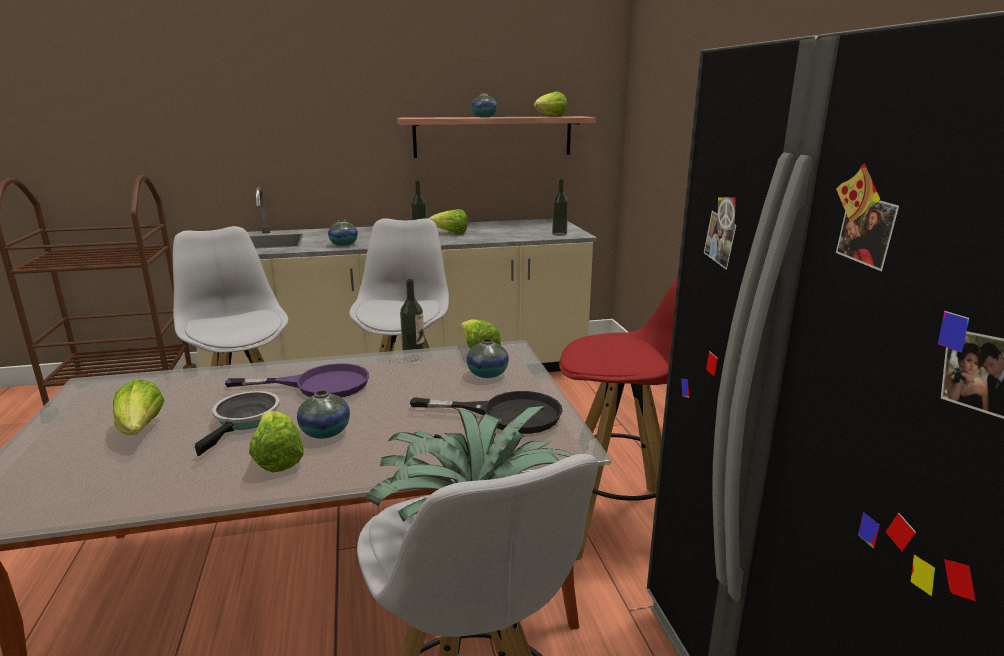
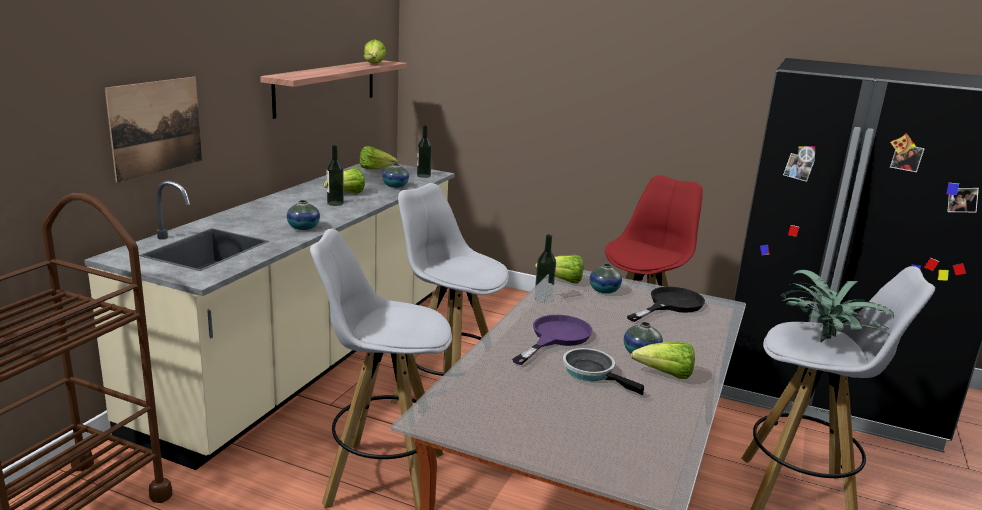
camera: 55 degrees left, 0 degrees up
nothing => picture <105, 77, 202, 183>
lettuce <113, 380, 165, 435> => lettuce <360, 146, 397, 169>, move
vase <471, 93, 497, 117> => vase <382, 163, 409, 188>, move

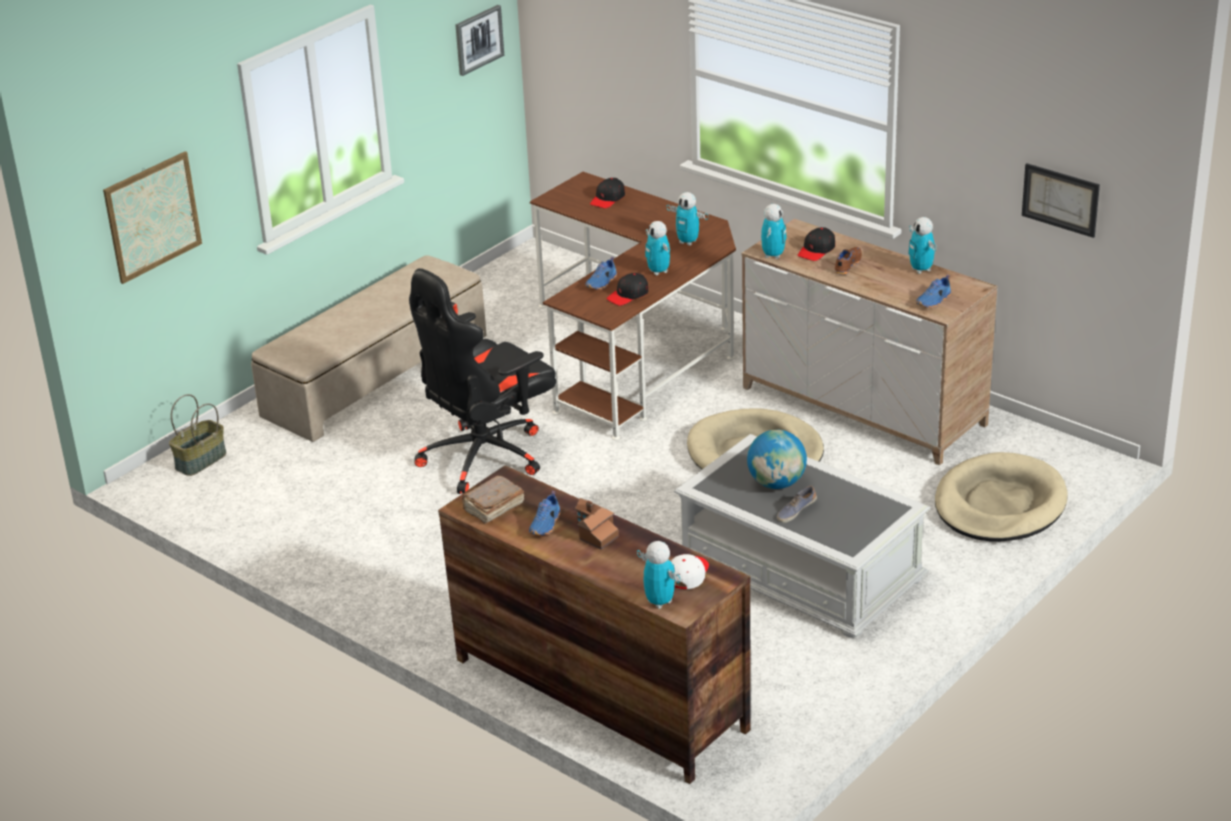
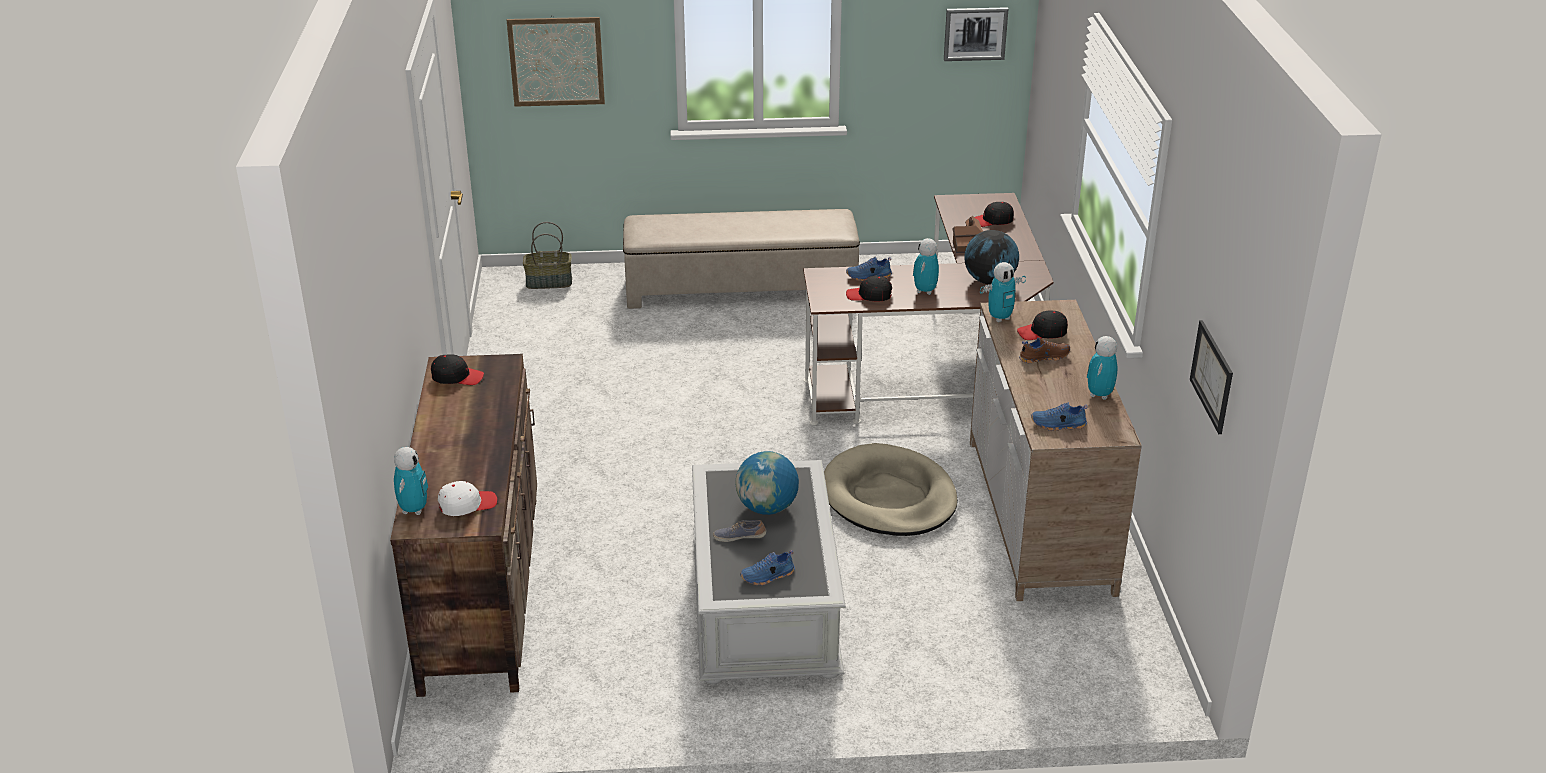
camera: 45 degrees right, 0 degrees up
book in brown <462, 475, 524, 524> => cap in black <431, 354, 484, 385>
shoe in blue <529, 491, 561, 536> => shoe in blue <740, 550, 795, 585>, move
toy house <575, 498, 619, 550> => toy house <952, 216, 983, 253>, move
toy robot <667, 192, 708, 246> => globe <964, 230, 1019, 284>
office chair in black <409, 268, 556, 494> => nothing
dog bed in beige <935, 452, 1067, 542> => nothing

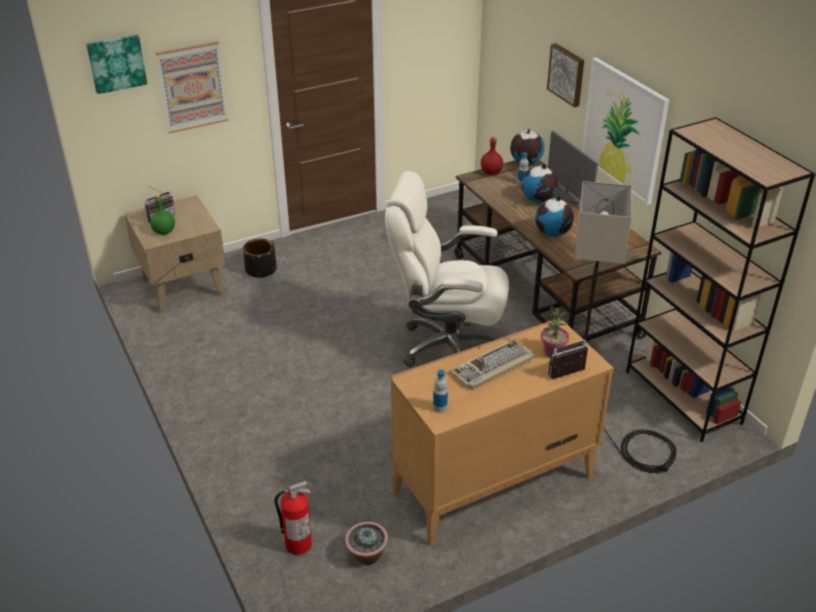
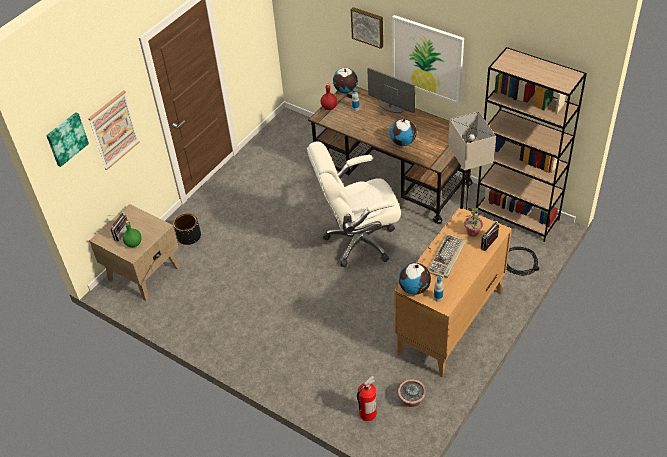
camera: 25 degrees left, 10 degrees up
globe <522, 164, 558, 202> => globe <399, 263, 431, 295>, move

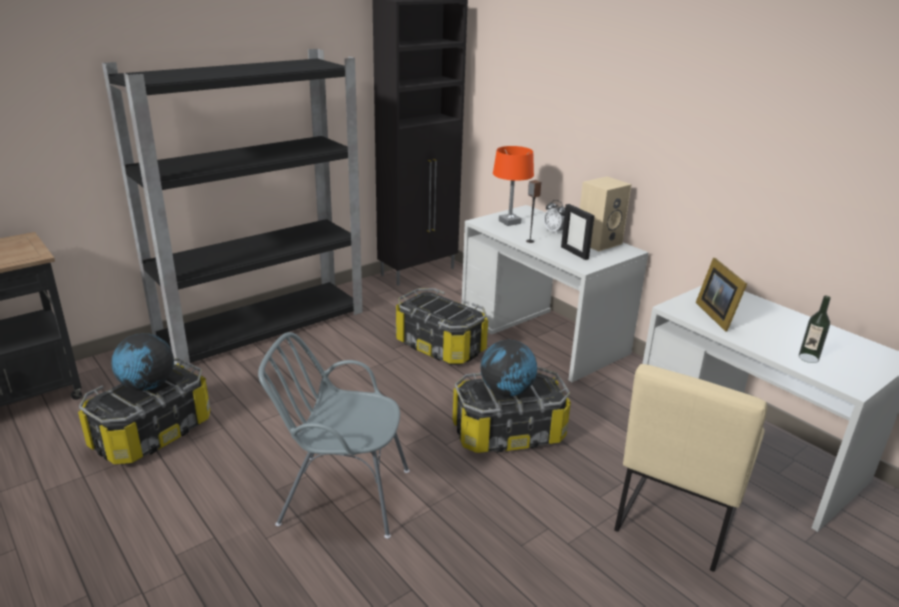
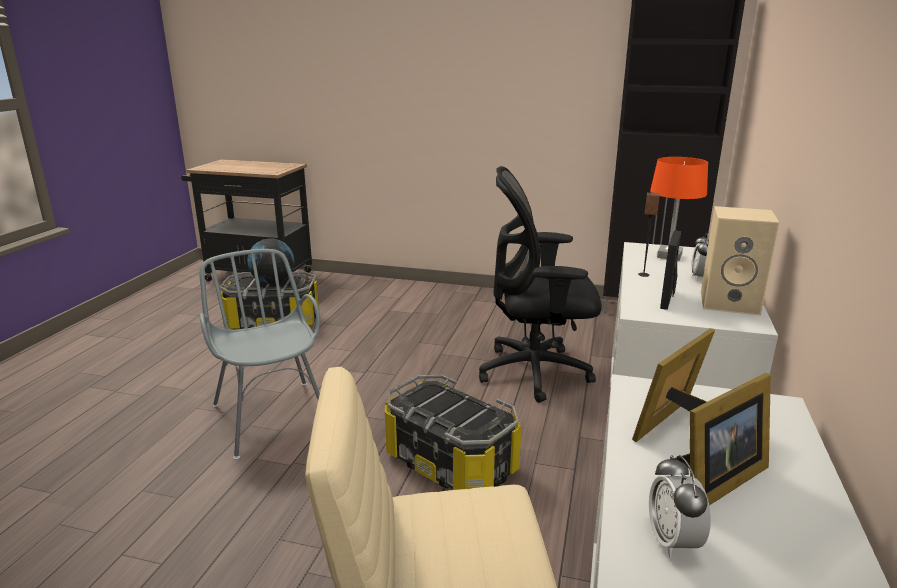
camera: 55 degrees right, 5 degrees down
storage box <396, 288, 488, 365> => office chair in black <479, 166, 602, 403>
bottle <799, 296, 831, 363> => alarm clock <649, 455, 711, 557>
nothing => picture frame <655, 373, 771, 506>
bookcase in black <102, 49, 363, 370> => nothing
globe <481, 340, 537, 396> => nothing

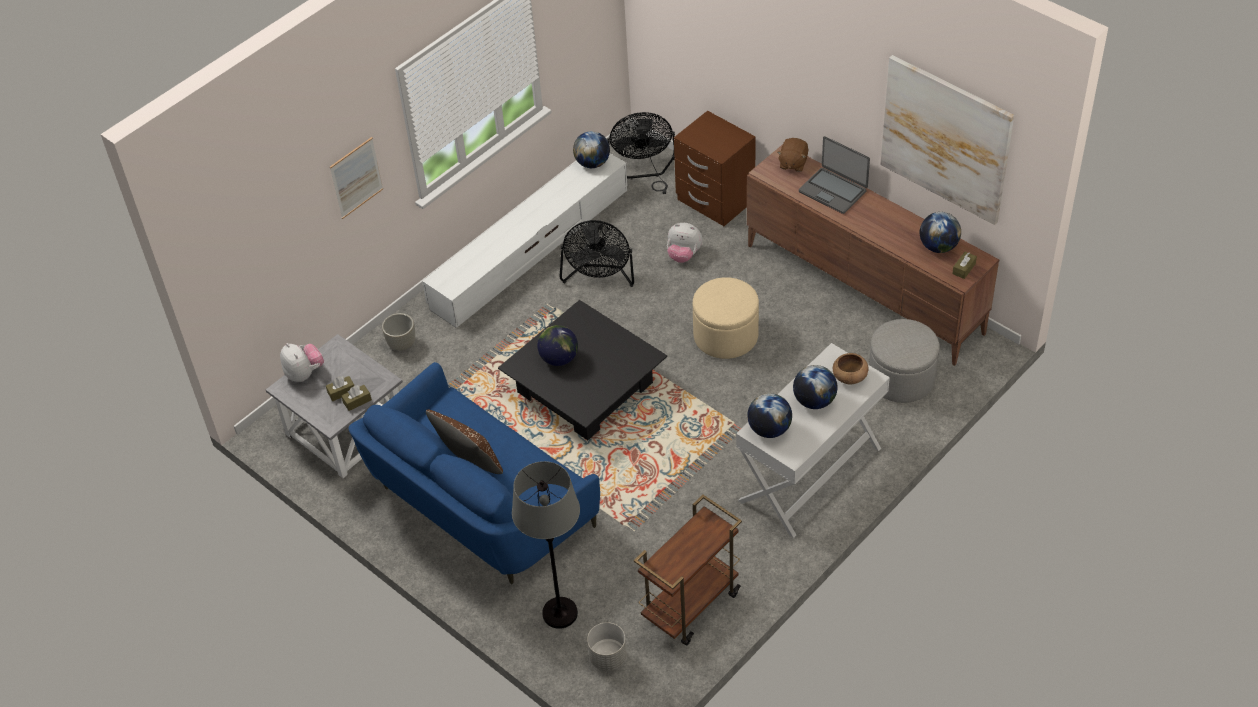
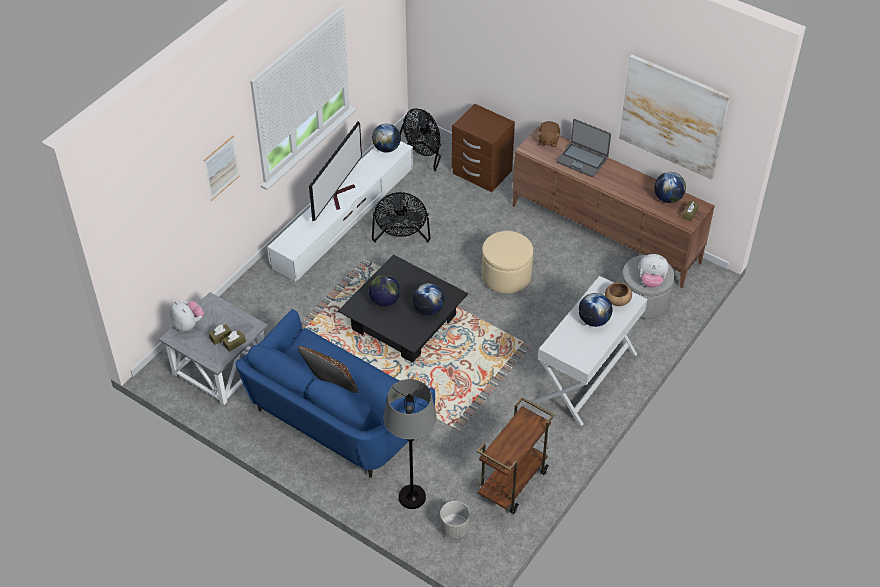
camera: 10 degrees left, 0 degrees up
nothing => television <309, 121, 362, 221>
fan in black <607, 112, 675, 194> => fan in black <400, 108, 441, 171>, 120 degrees counterclockwise
globe <747, 393, 792, 438> => globe <413, 283, 445, 315>, move
plush toy <667, 223, 703, 263> => plush toy <639, 254, 669, 288>, move
planter in grey <382, 313, 415, 351> => nothing

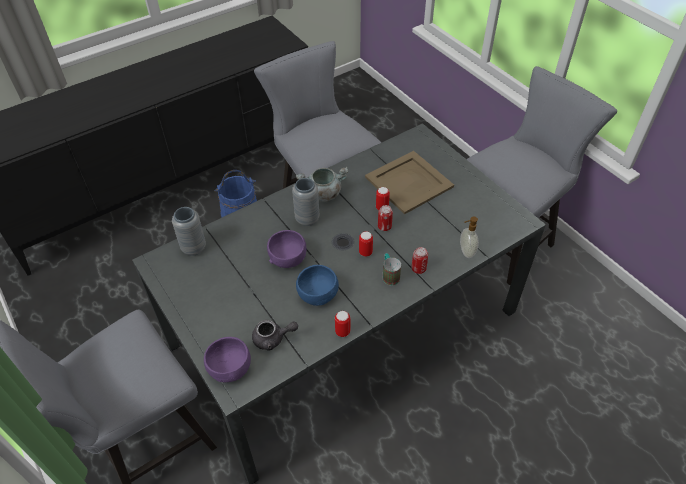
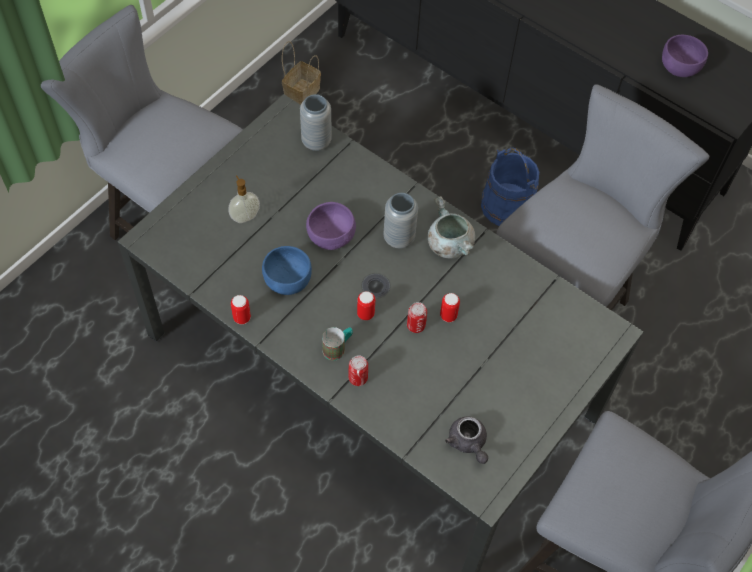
camera: 70 degrees right, 10 degrees up
soap dispenser <460, 216, 479, 258> => soap dispenser <228, 175, 260, 223>, move
nothing => basket <282, 41, 321, 105>
teapot in grey <252, 320, 298, 351> => teapot in grey <445, 417, 488, 464>, move
bowl in purple <204, 337, 251, 382> => bowl in purple <662, 35, 708, 77>, move
tray in beige <365, 151, 454, 214> => nothing

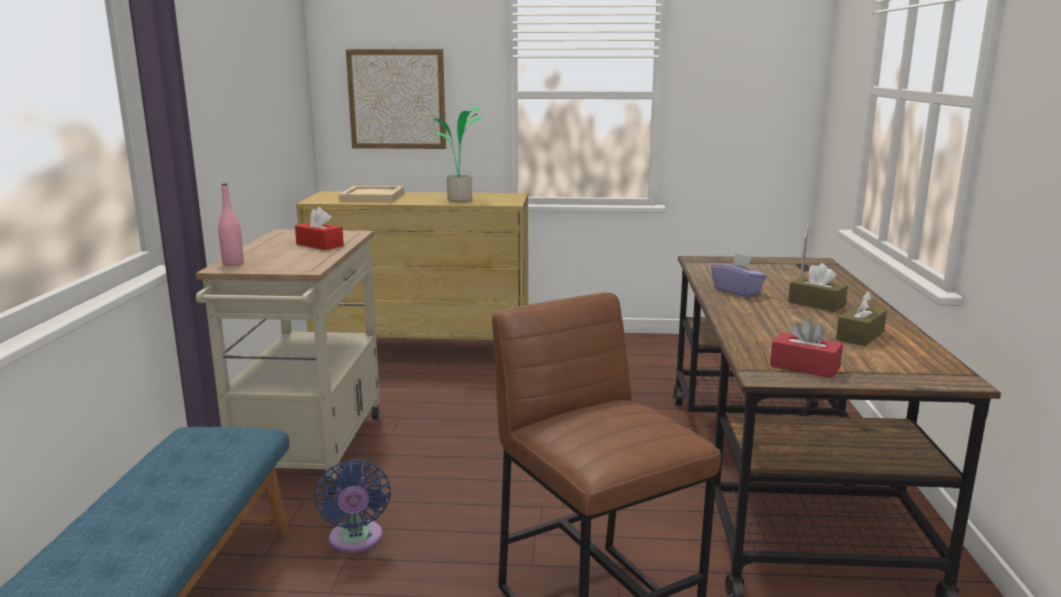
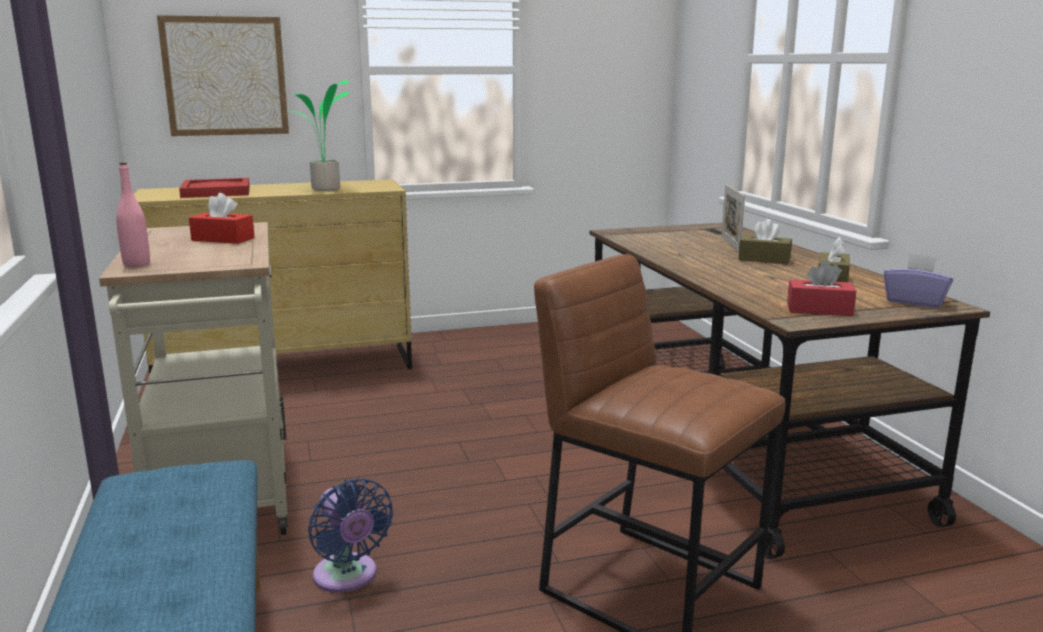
camera: 20 degrees left, 0 degrees up
tray in beige <339, 186, 404, 203> => tray in red <179, 178, 250, 198>
tissue box in purple <711, 253, 767, 297> => tissue box in purple <884, 253, 953, 308>, move

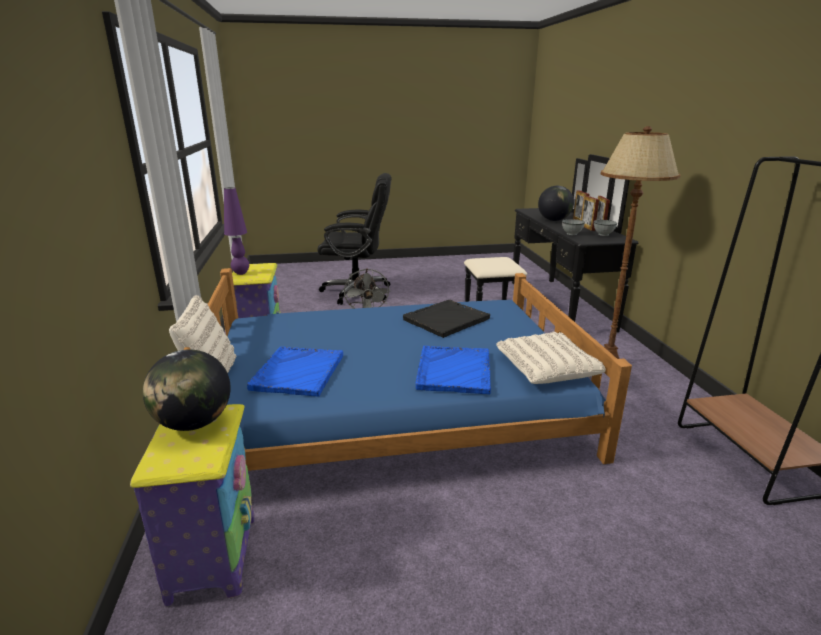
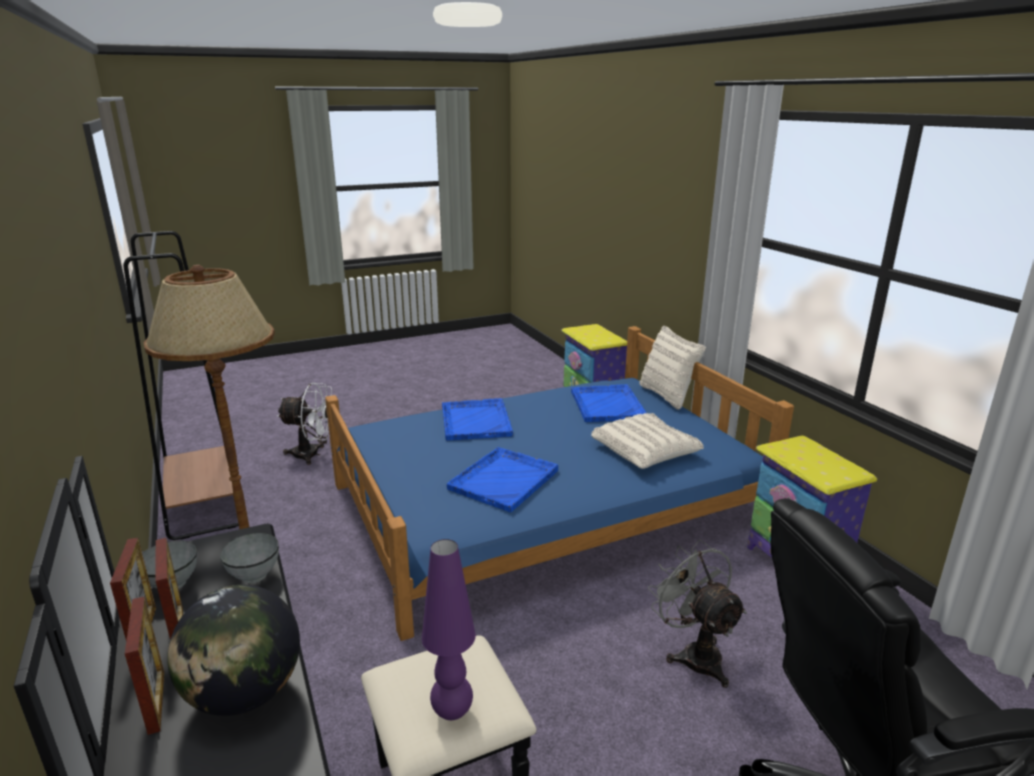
camera: 165 degrees right, 0 degrees up
nothing => fan in white <277, 383, 332, 465>
table lamp in purple <224, 187, 249, 275> => table lamp in purple <422, 539, 476, 720>, move
tray in black <403, 300, 490, 338> => tray in blue <447, 447, 558, 512>
pillow in beige <496, 332, 606, 384> => pillow in beige <591, 413, 704, 469>, move
globe <143, 349, 231, 431> => nothing

